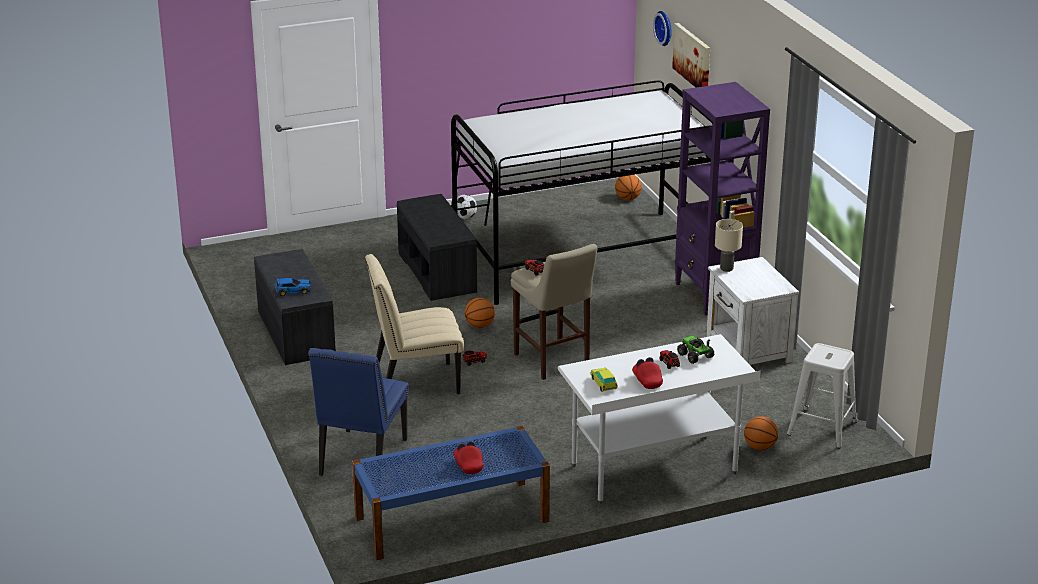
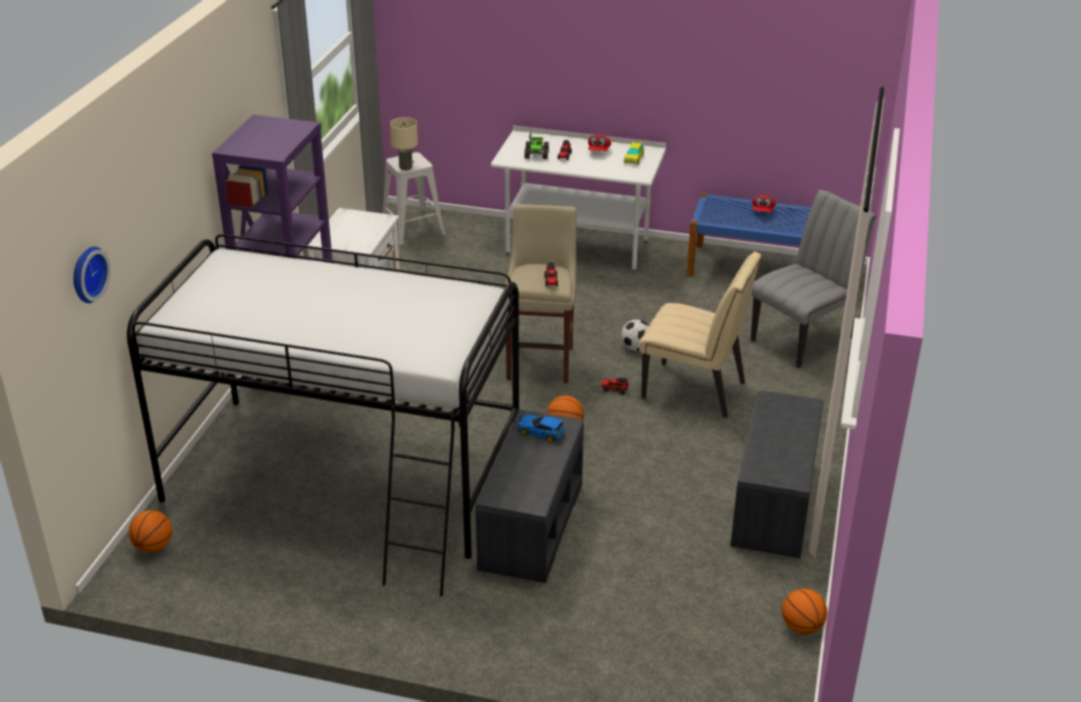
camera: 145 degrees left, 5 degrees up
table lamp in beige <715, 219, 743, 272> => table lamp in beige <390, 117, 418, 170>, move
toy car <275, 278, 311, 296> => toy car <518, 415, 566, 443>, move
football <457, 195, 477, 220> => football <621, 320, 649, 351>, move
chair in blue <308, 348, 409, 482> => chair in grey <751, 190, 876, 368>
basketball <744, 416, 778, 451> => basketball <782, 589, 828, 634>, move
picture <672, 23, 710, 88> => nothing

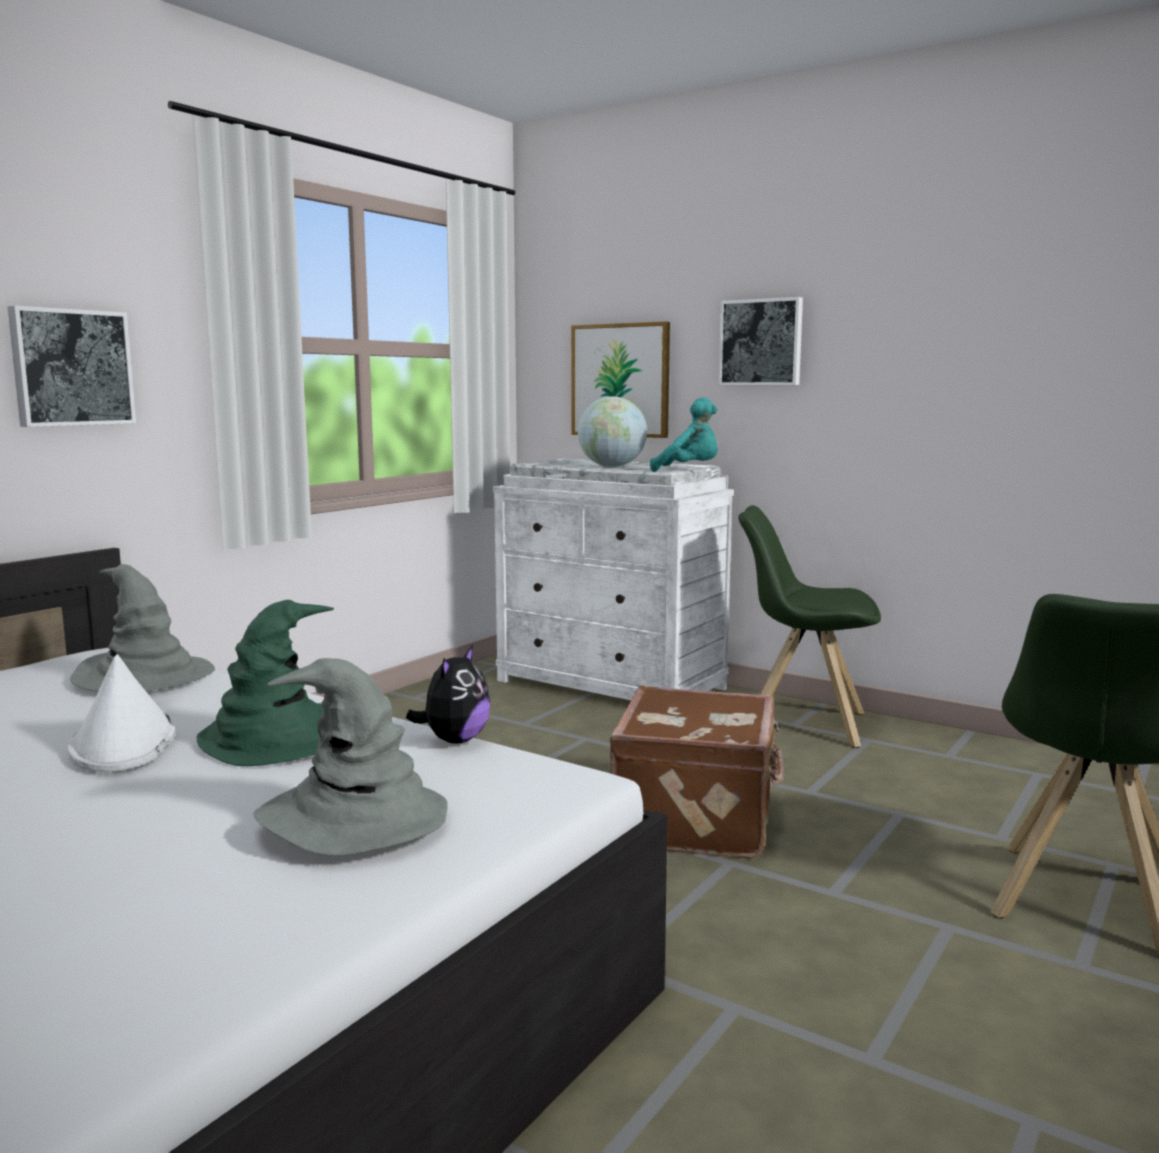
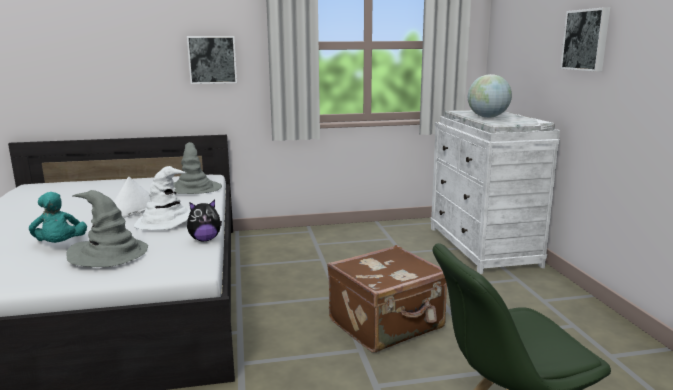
camera: 45 degrees right, 5 degrees up
plush toy in turquoise <650, 397, 718, 472> => plush toy in turquoise <29, 192, 87, 243>, move
hat in green <197, 600, 334, 766> => hat in white <134, 166, 191, 230>
picture <571, 322, 670, 438> => nothing
chair in green <739, 505, 881, 748> => nothing

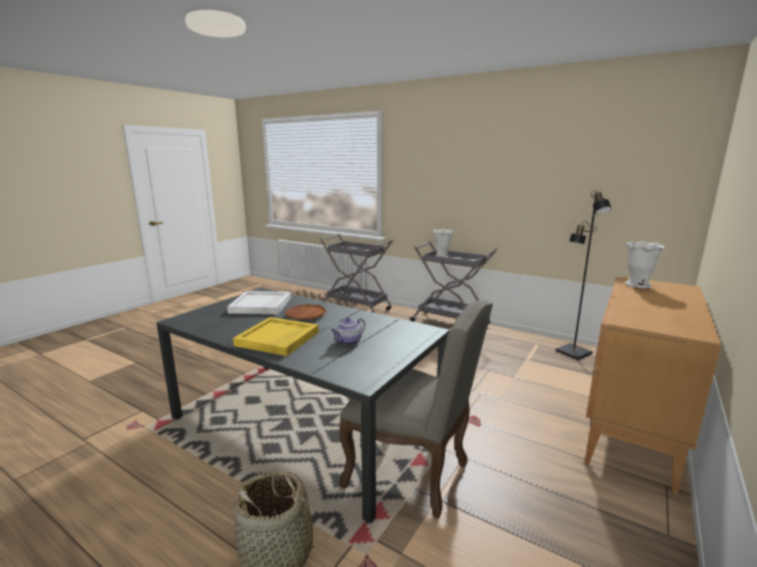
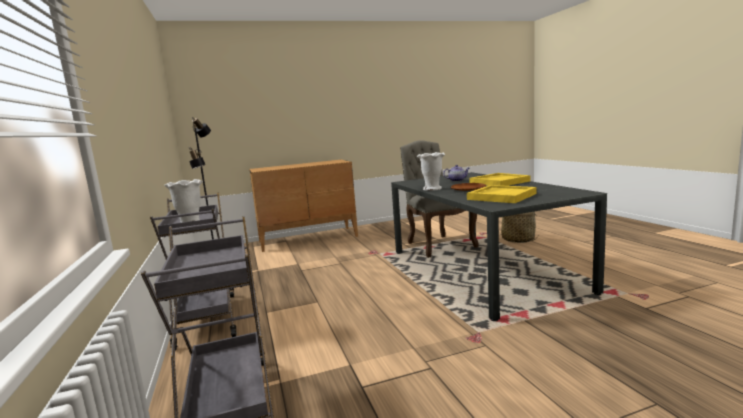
camera: 140 degrees left, 5 degrees down
vase in white <625, 241, 664, 289> => vase in white <417, 152, 445, 191>, move
tray in white <227, 291, 291, 314> => tray in yellow <467, 185, 536, 203>

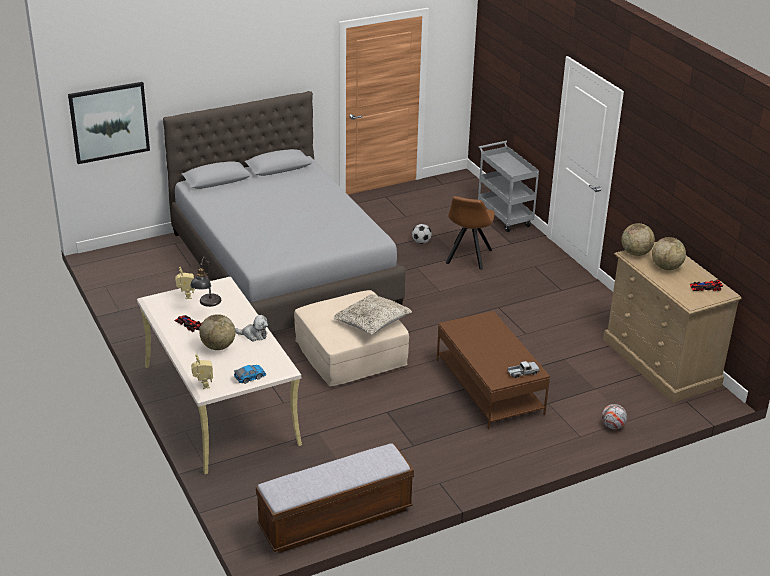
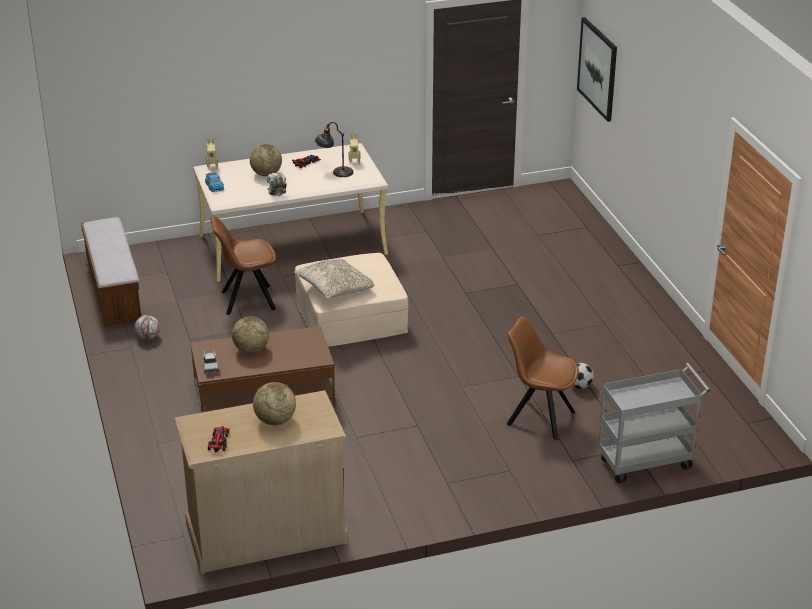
camera: 100 degrees right, 0 degrees up
football <602, 404, 627, 429> => football <134, 315, 160, 340>, move
nothing => chair in brown <210, 216, 276, 315>
globe <621, 223, 655, 256> => globe <232, 316, 269, 353>, move
bed in grey <163, 91, 406, 333> => nothing

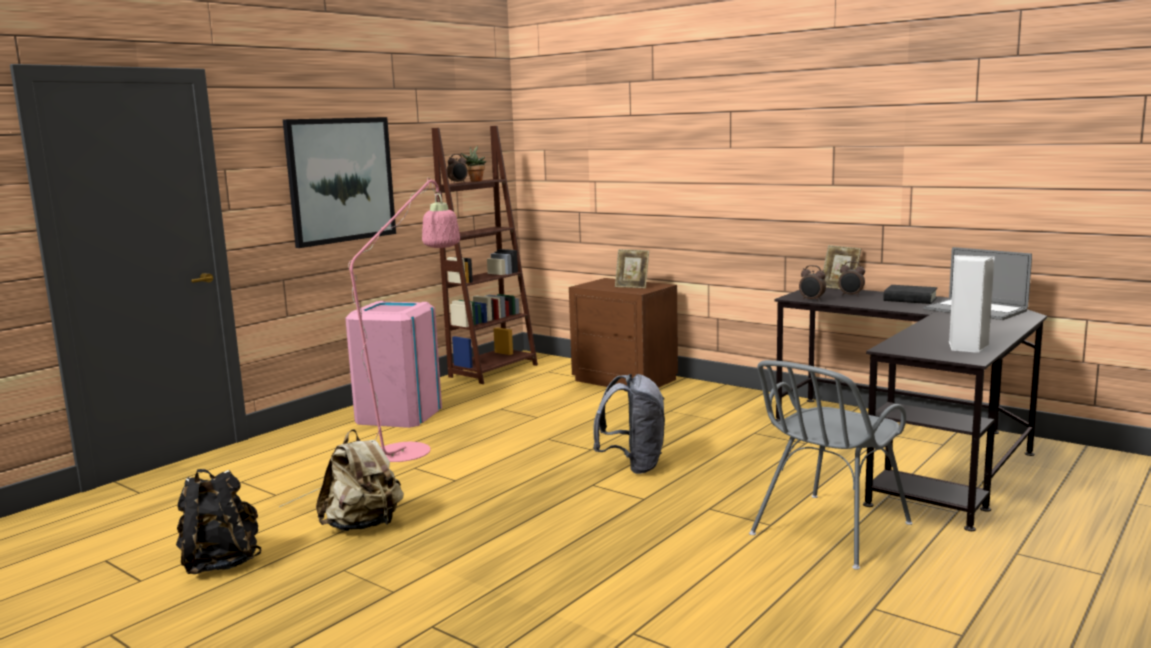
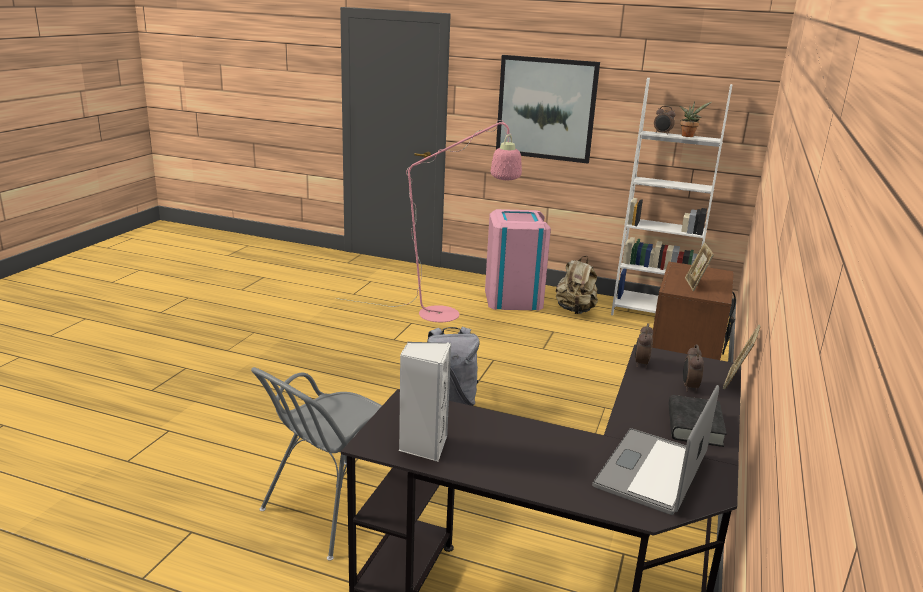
camera: 70 degrees right, 10 degrees up
chair in grey <749, 360, 913, 570> => chair in grey <251, 367, 382, 561>, 75 degrees counterclockwise
backpack in beige <316, 429, 404, 531> => backpack in beige <556, 256, 598, 314>, move
bookcase in brown <432, 126, 538, 384> => bookcase in white <611, 78, 733, 315>
backpack in black <176, 469, 261, 574> => nothing

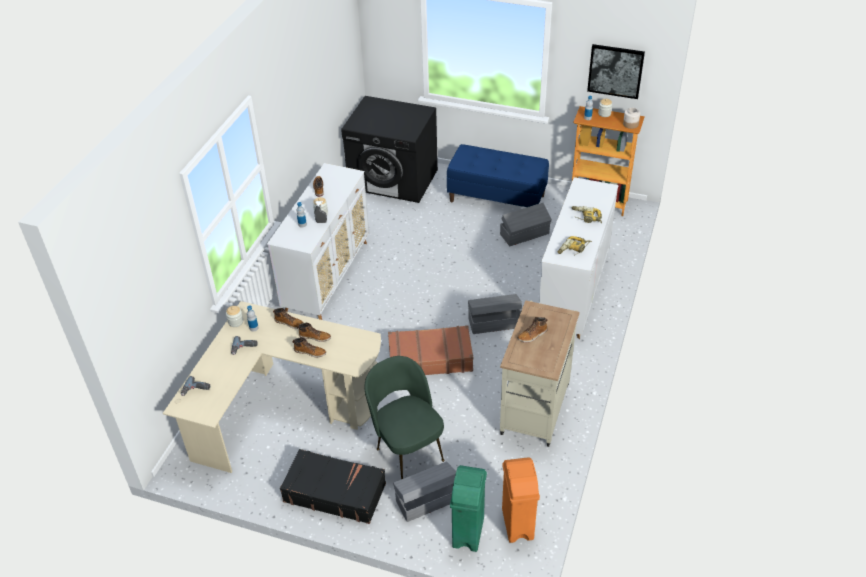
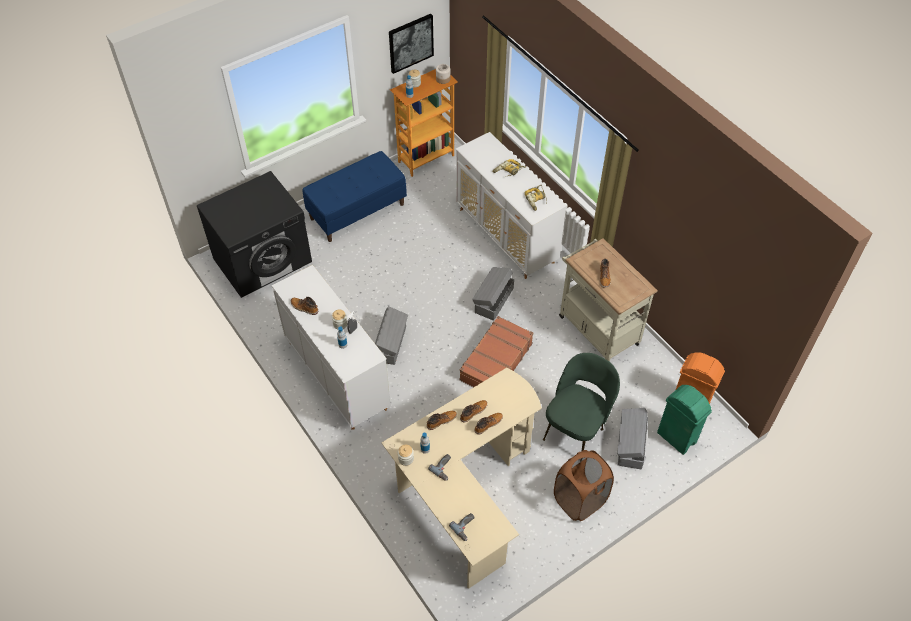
camera: 55 degrees left, 10 degrees up
storage box in grey <500, 203, 552, 246> => storage box in grey <375, 306, 408, 365>, move
chair in green <364, 356, 444, 479> => chair in green <543, 353, 620, 451>, 120 degrees clockwise
suitcase in black <280, 449, 386, 524> => laundry basket in brown <554, 450, 614, 521>

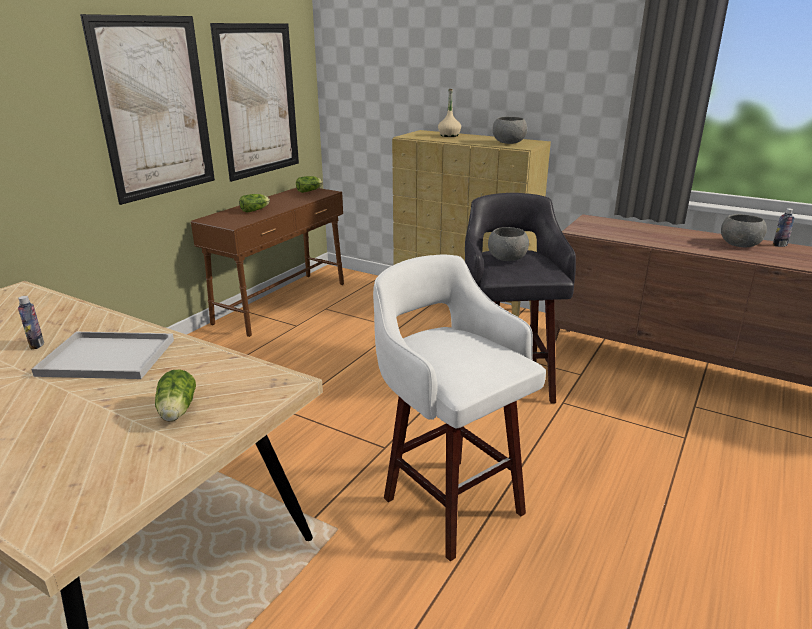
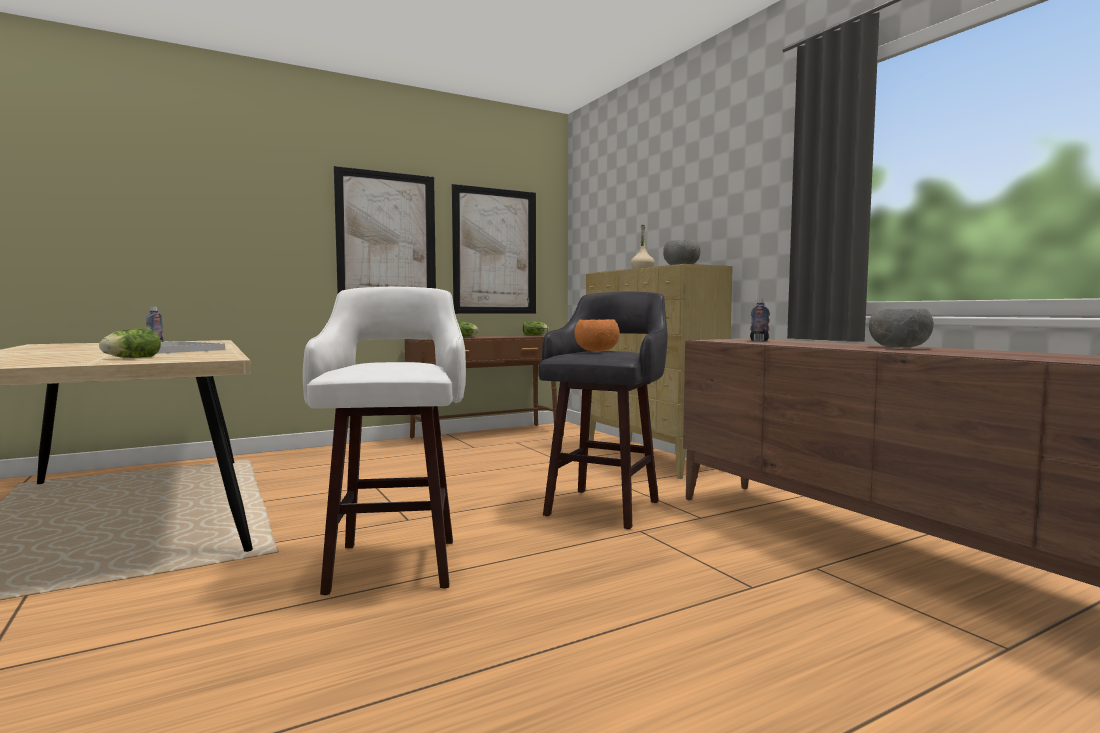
camera: 30 degrees right, 20 degrees down
bowl in grey <488, 227, 529, 261> => bowl in orange <574, 319, 620, 351>
bottle <773, 208, 795, 247> => bottle <750, 298, 770, 341>, move

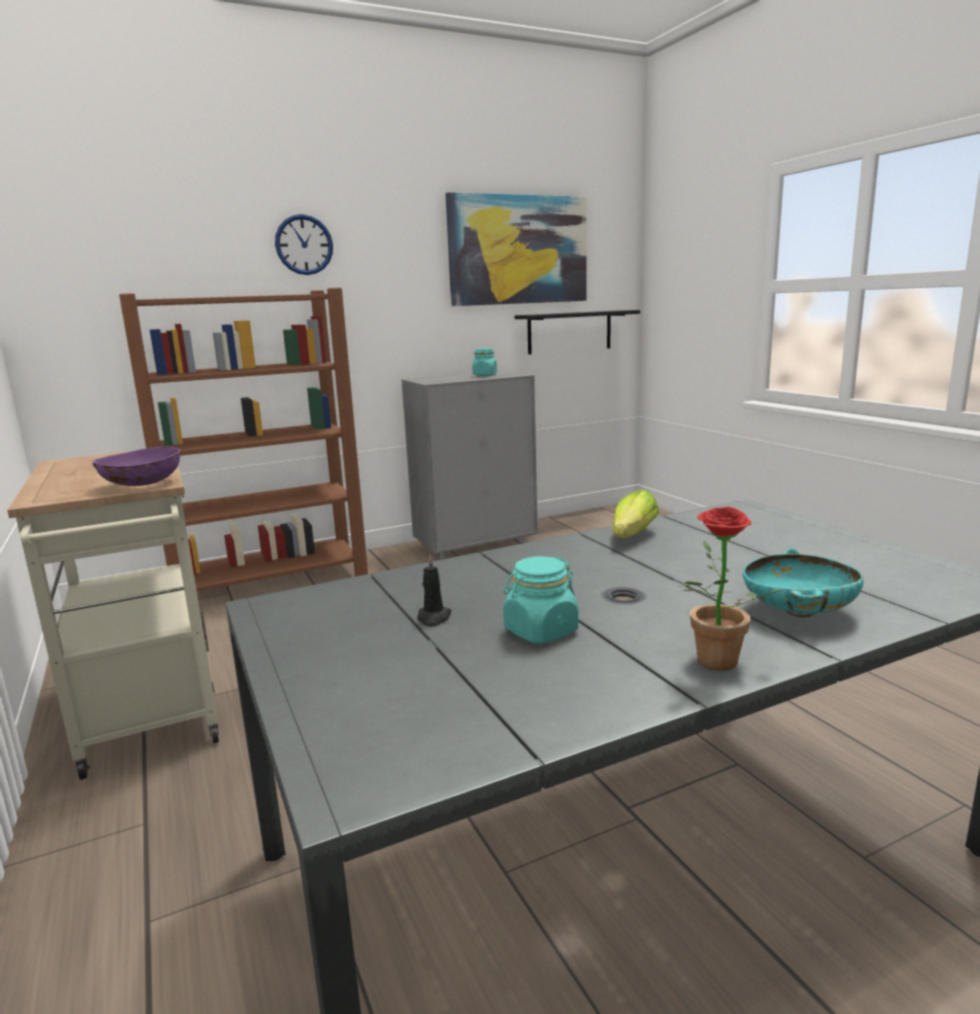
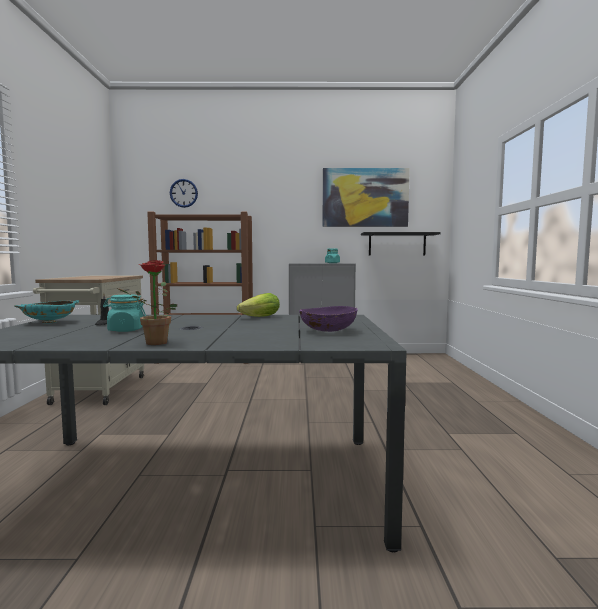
camera: 25 degrees right, 10 degrees down
bowl in turquoise <743, 549, 863, 618> => bowl in turquoise <14, 300, 79, 324>, move
wall clock <275, 214, 333, 275> => wall clock <170, 179, 198, 208>, move
bowl in purple <92, 447, 180, 486> => bowl in purple <299, 306, 358, 332>, move

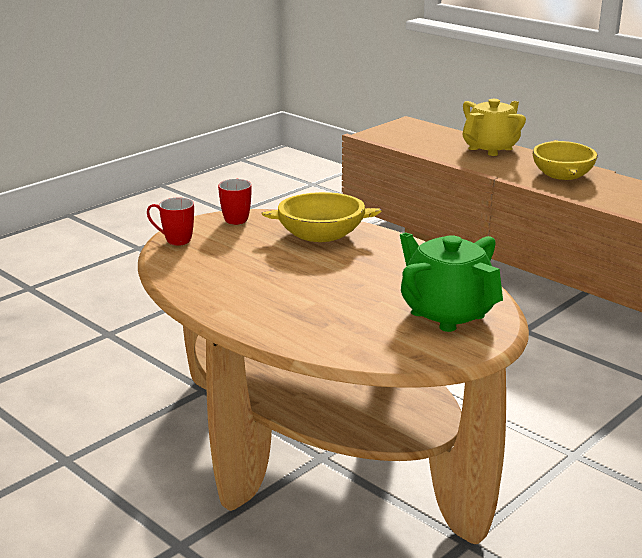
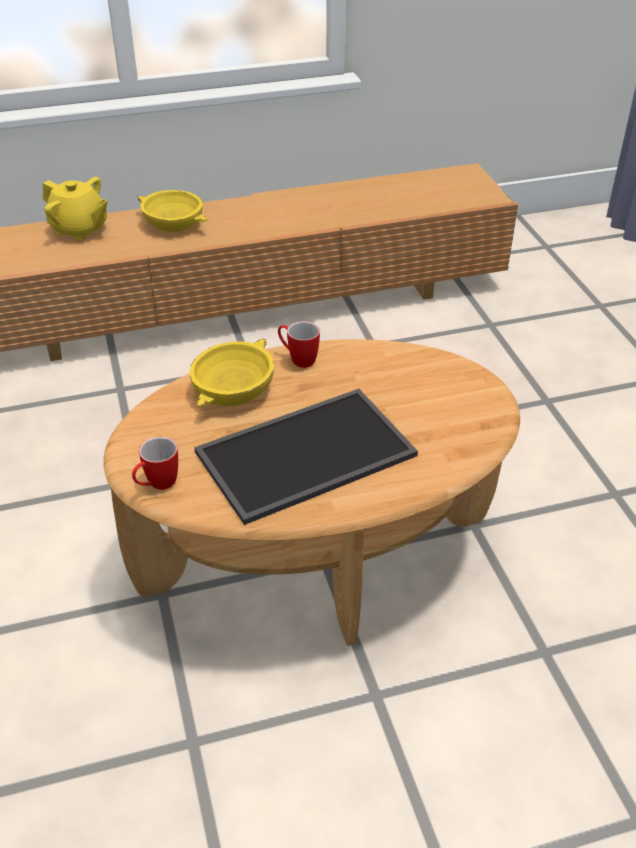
camera: 60 degrees left, 15 degrees up
teapot in yellow <463, 99, 526, 156> => teapot in yellow <43, 177, 108, 241>, 135 degrees clockwise
nothing => tray <194, 389, 418, 525>
mug <218, 178, 252, 225> => mug <278, 321, 320, 368>, move
teapot in green <400, 232, 503, 332> => nothing

